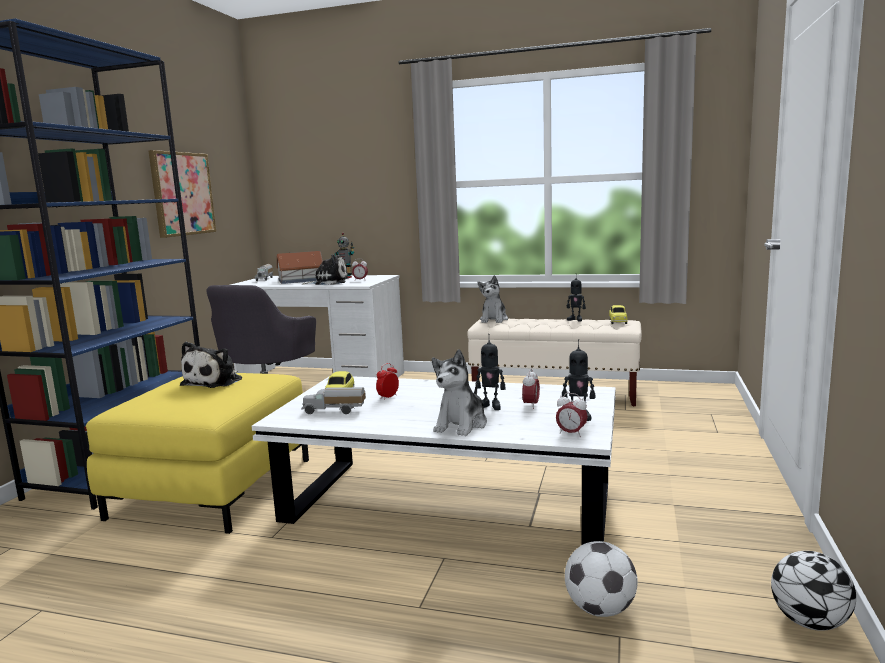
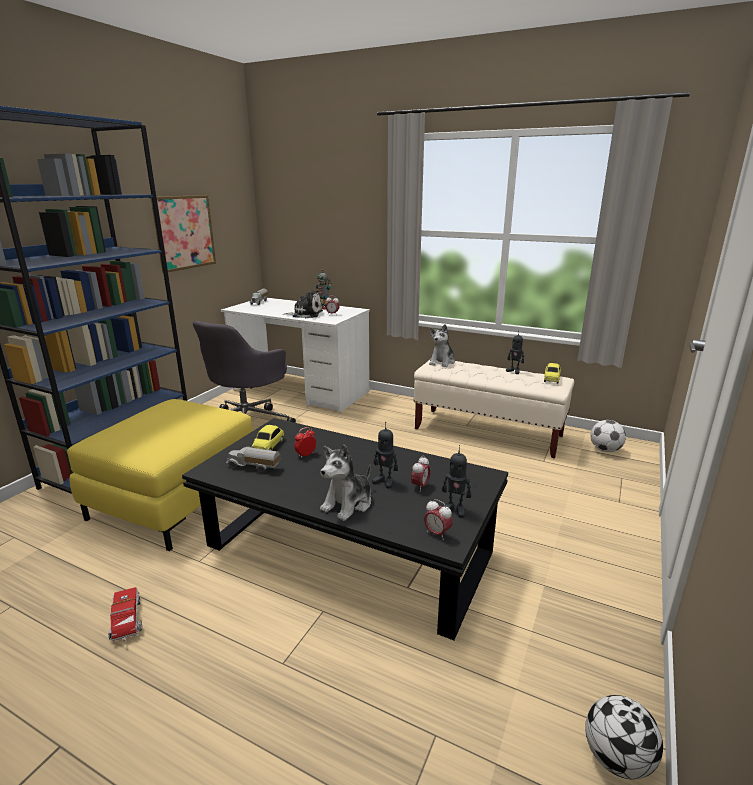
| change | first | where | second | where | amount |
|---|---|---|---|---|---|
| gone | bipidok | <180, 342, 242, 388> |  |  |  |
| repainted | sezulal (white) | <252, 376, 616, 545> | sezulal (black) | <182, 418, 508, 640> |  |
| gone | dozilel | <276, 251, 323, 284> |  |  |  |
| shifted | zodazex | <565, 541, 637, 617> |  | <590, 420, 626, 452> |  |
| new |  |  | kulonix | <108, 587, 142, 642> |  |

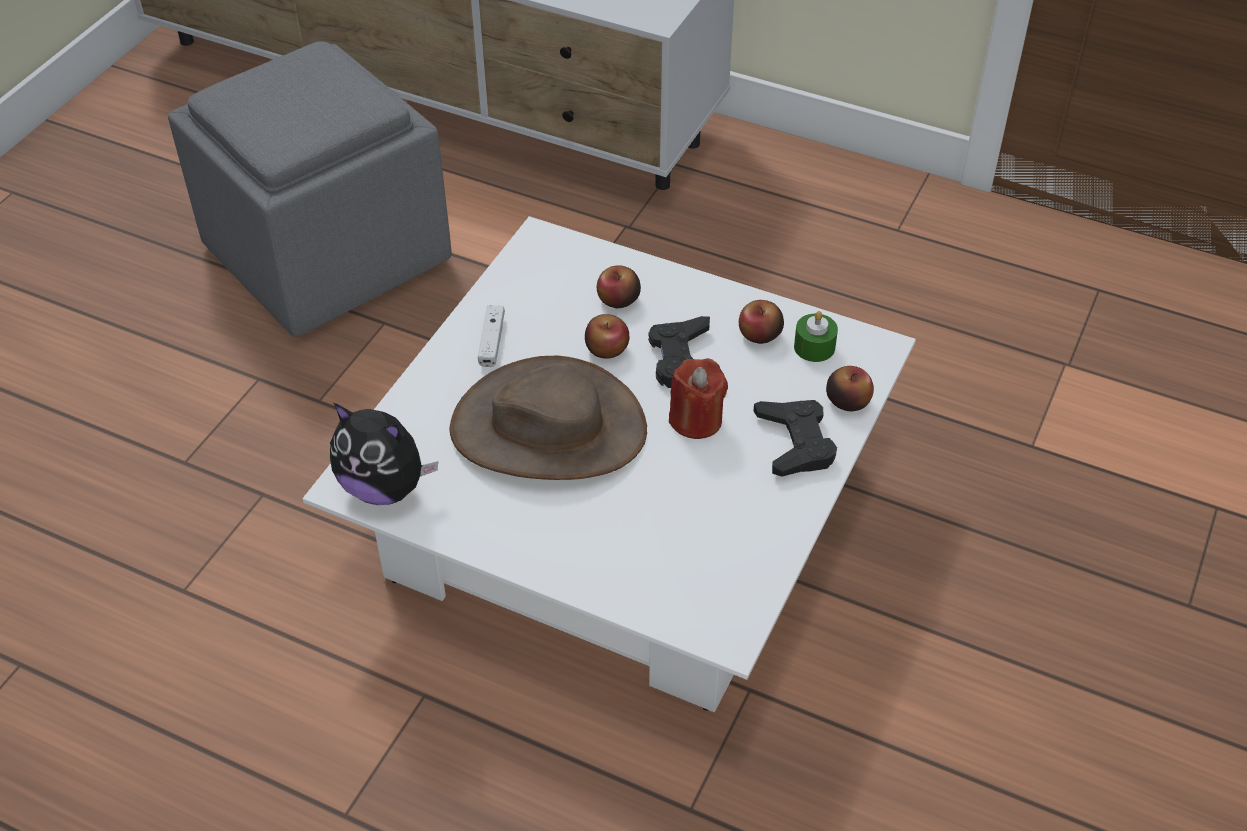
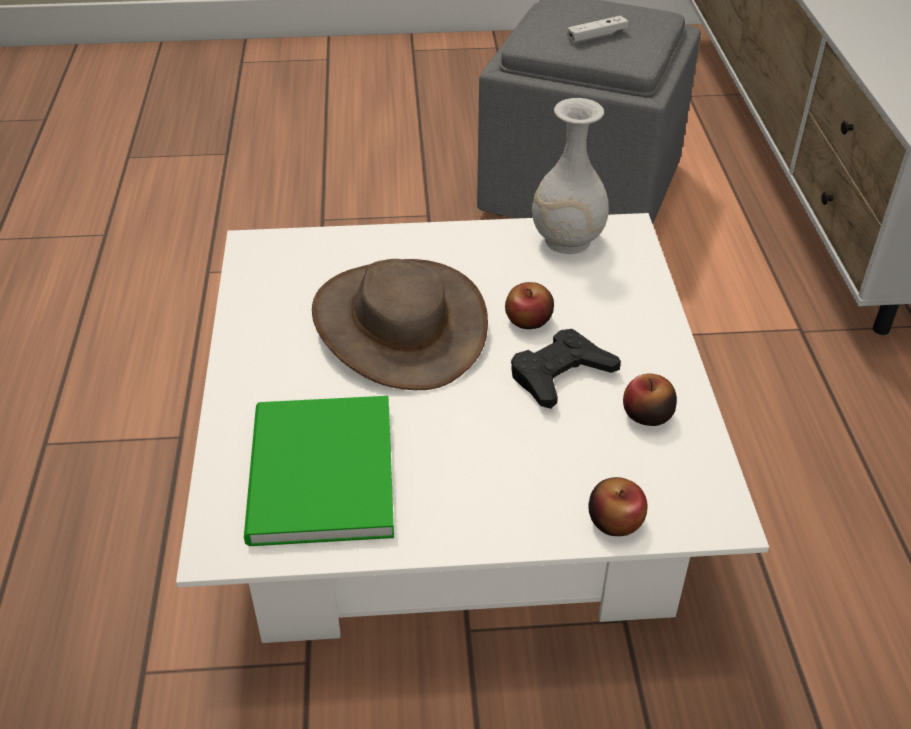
| change | first | where | second | where | amount |
|---|---|---|---|---|---|
| gone | bipidok | <330, 403, 438, 505> |  |  |  |
| shifted | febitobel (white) | <478, 305, 505, 367> |  | <567, 16, 628, 44> |  |
| gone | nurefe | <597, 265, 641, 308> |  |  |  |
| gone | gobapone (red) | <669, 358, 728, 439> |  |  |  |
| gone | febitobel (black) | <753, 400, 837, 477> |  |  |  |
| gone | gobapone (green) | <794, 311, 838, 362> |  |  |  |
| new |  |  | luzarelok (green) | <244, 396, 394, 546> |  |
| new |  |  | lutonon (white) | <532, 98, 609, 254> |  |

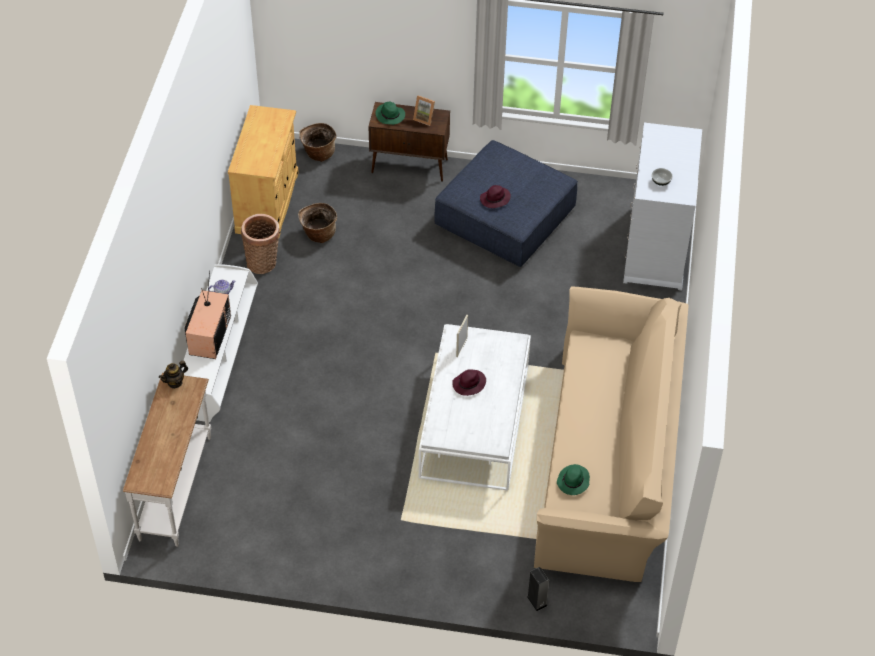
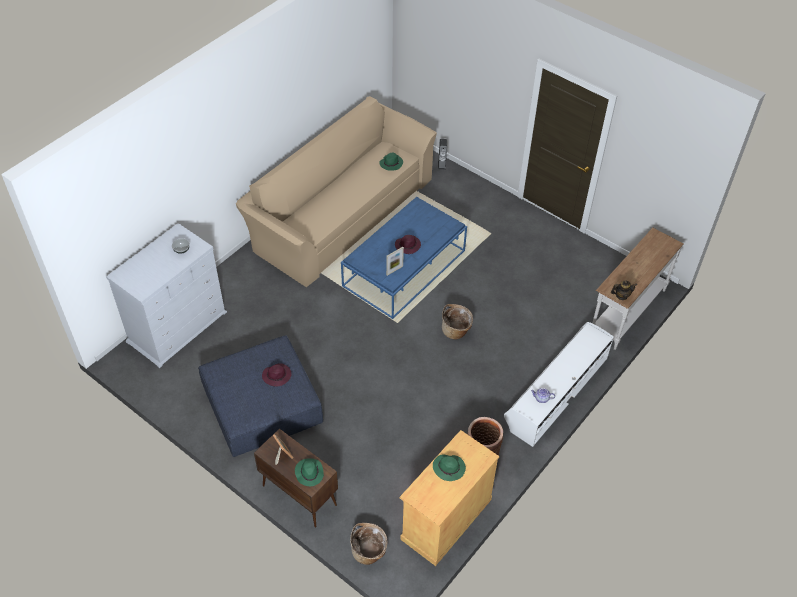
| change | first | where | second | where | amount |
|---|---|---|---|---|---|
| gone | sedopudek | <184, 270, 231, 359> |  |  |  |
| shifted | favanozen | <298, 203, 337, 243> |  | <442, 304, 473, 340> |  |
| repainted | sezulal (white) | <419, 324, 531, 491> | sezulal (blue) | <341, 197, 467, 319> |  |
| new |  |  | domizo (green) | <433, 454, 466, 481> |  |

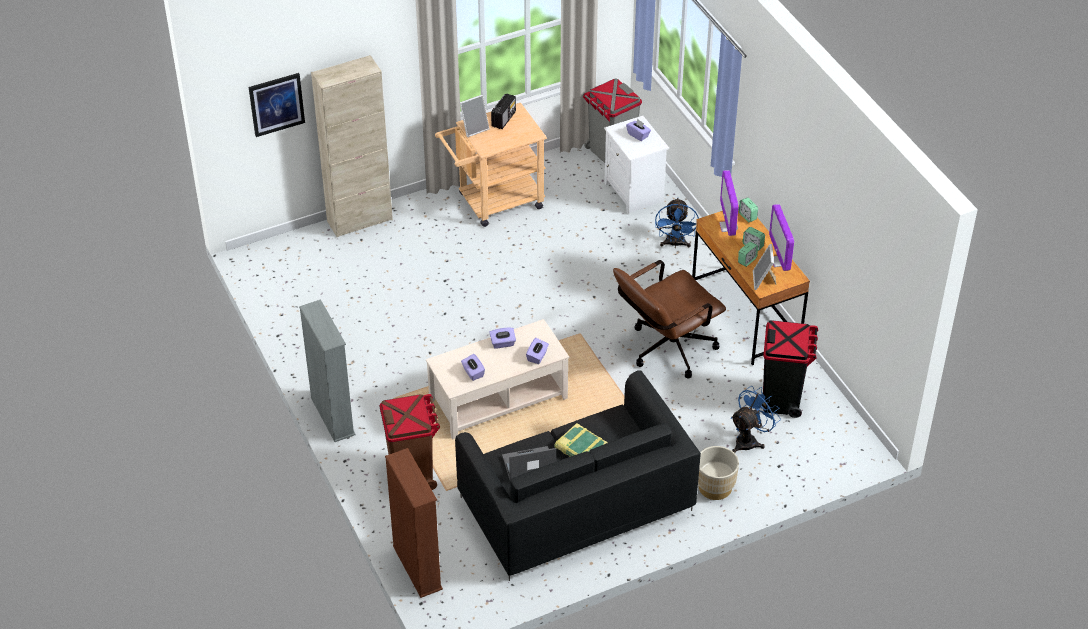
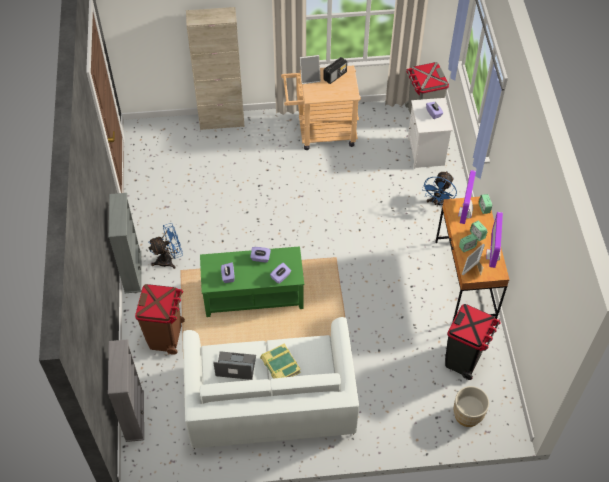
| change | first | where | second | where | amount |
|---|---|---|---|---|---|
| gone | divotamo | <249, 73, 305, 137> |  |  |  |
| repainted | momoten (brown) | <385, 448, 443, 598> | momoten (grey) | <108, 339, 144, 442> |  |
| repainted | sezulal (beige) | <426, 319, 569, 439> | sezulal (green) | <200, 246, 304, 317> |  |
| repainted | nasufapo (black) | <455, 370, 701, 581> | nasufapo (white) | <183, 317, 359, 449> |  |
| gone | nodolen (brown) | <613, 260, 726, 378> |  |  |  |
| shifted | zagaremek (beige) | <698, 446, 739, 500> |  | <453, 386, 489, 427> |  |
| shifted | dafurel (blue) | <731, 386, 781, 453> |  | <148, 223, 183, 269> |  |

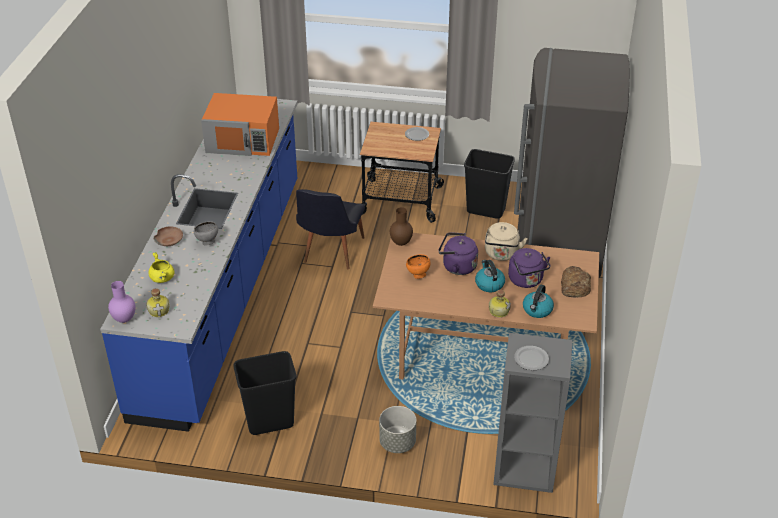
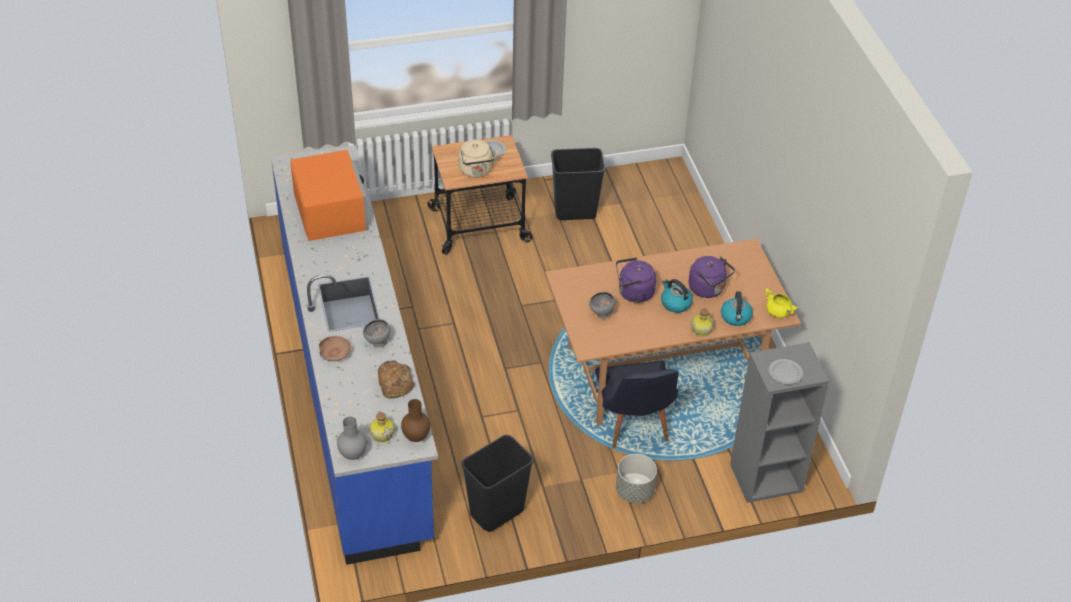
| change | first | where | second | where | amount |
|---|---|---|---|---|---|
| repainted | lutonon (purple) | <108, 281, 136, 323> | lutonon (grey) | <337, 417, 367, 460> |  |
| shifted | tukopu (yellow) | <148, 252, 175, 283> |  | <765, 288, 798, 318> |  |
| rotated | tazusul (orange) | <201, 93, 279, 156> |  | <290, 150, 369, 241> | 90 degrees counterclockwise |
| shifted | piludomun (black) | <296, 189, 365, 269> |  | <595, 360, 679, 449> |  |
| shifted | lutonon (brown) | <390, 207, 413, 246> |  | <401, 399, 430, 442> |  |
| repainted | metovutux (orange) | <406, 254, 430, 279> | metovutux (grey) | <589, 291, 615, 318> |  |
| shifted | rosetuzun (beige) | <485, 222, 528, 261> |  | <459, 140, 499, 178> |  |
| gone | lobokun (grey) | <514, 48, 630, 278> |  |  |  |
| shifted | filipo | <561, 266, 591, 297> |  | <378, 360, 414, 398> |  |

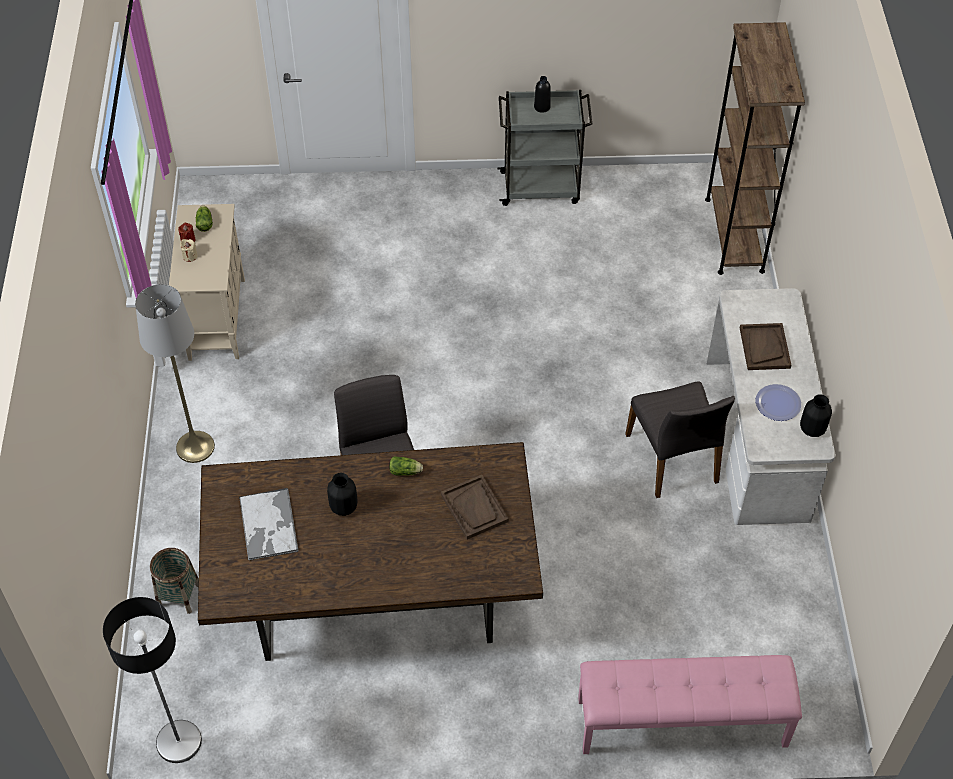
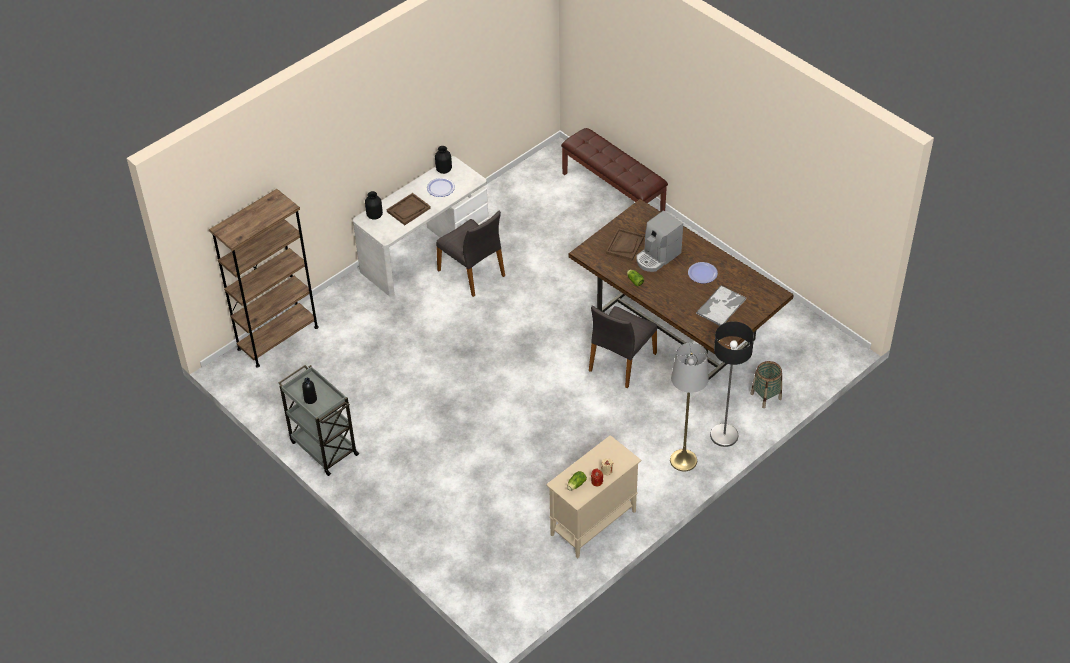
| change | first | where | second | where | amount |
|---|---|---|---|---|---|
| shifted | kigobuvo | <103, 597, 202, 763> |  | <710, 321, 754, 447> |  |
| shifted | lutonon (black) | <327, 473, 357, 516> |  | <365, 191, 383, 220> |  |
| repainted | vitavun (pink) | <578, 655, 802, 754> | vitavun (brown) | <561, 128, 668, 212> |  |
| rotated | piludomun (grey) | <625, 381, 735, 498> |  | <436, 210, 505, 297> | 105 degrees clockwise |
| new |  |  | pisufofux | <636, 211, 683, 272> |  |
| new |  |  | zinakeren | <688, 262, 718, 283> |  |

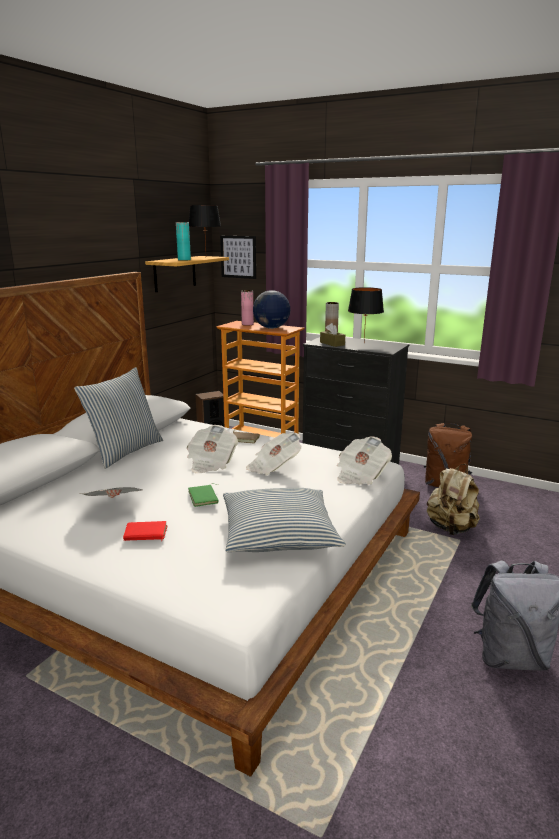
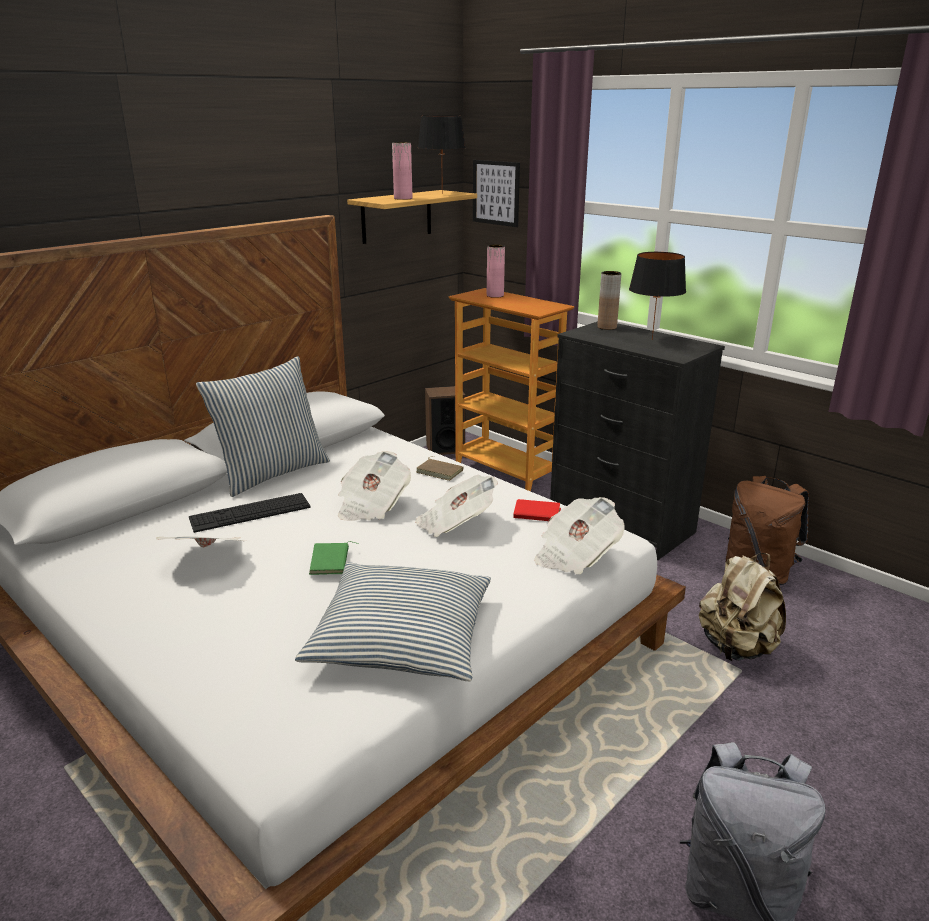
| change | first | where | second | where | amount |
|---|---|---|---|---|---|
| shifted | luzarelok (red) | <123, 521, 168, 541> |  | <513, 499, 561, 521> |  |
| repainted | lutonon (turquoise) | <176, 222, 191, 261> | lutonon (pink) | <392, 142, 412, 200> |  |
| gone | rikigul | <253, 290, 290, 329> |  |  |  |
| gone | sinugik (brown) | <320, 323, 345, 347> |  |  |  |
| new |  |  | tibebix | <189, 493, 311, 533> |  |

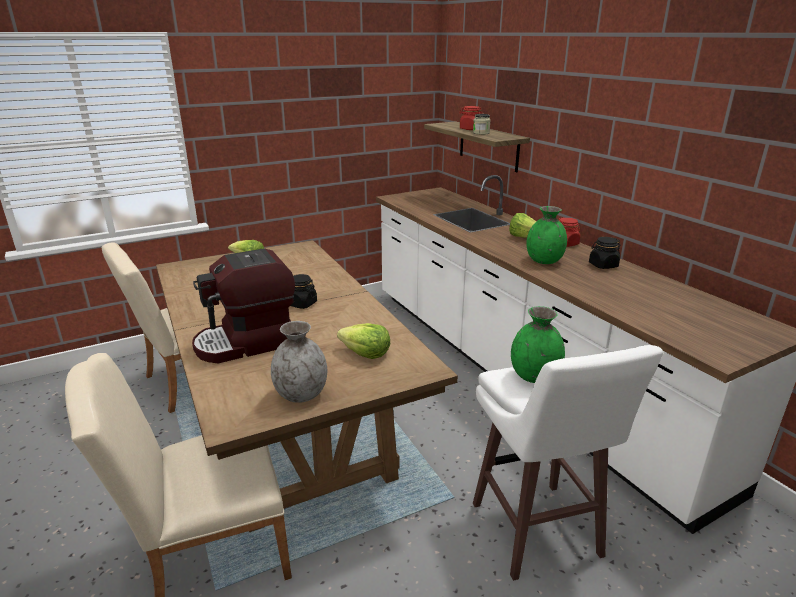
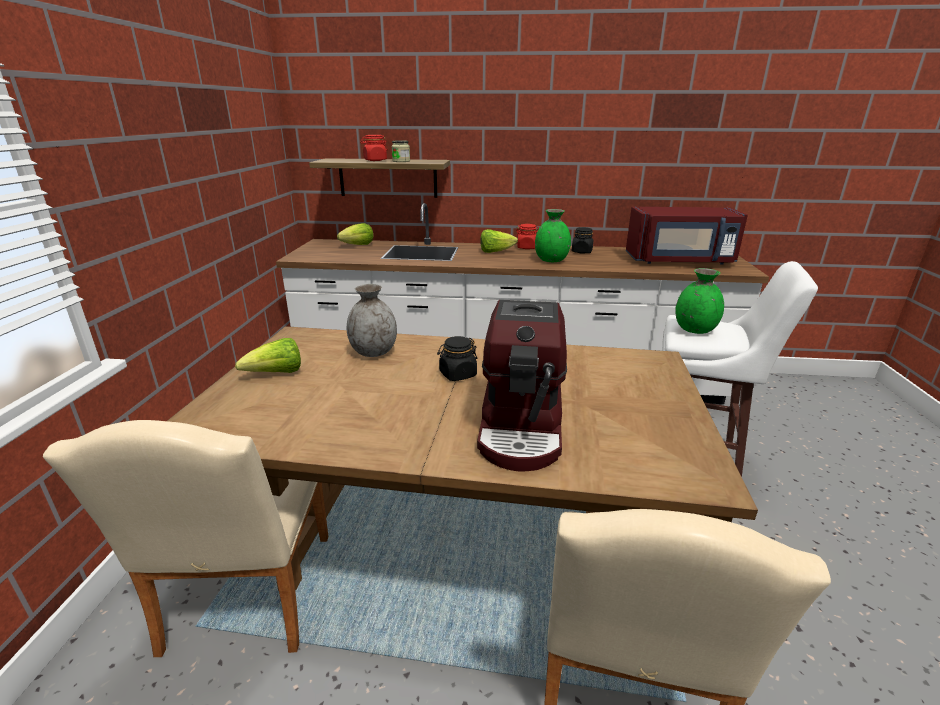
| change | first | where | second | where | amount |
|---|---|---|---|---|---|
| shifted | lutonon (grey) | <271, 321, 327, 403> |  | <347, 284, 397, 357> |  |
| shifted | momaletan | <337, 323, 390, 359> |  | <337, 223, 373, 245> |  |
| new |  |  | tazusul (red) | <626, 207, 748, 265> |  |

